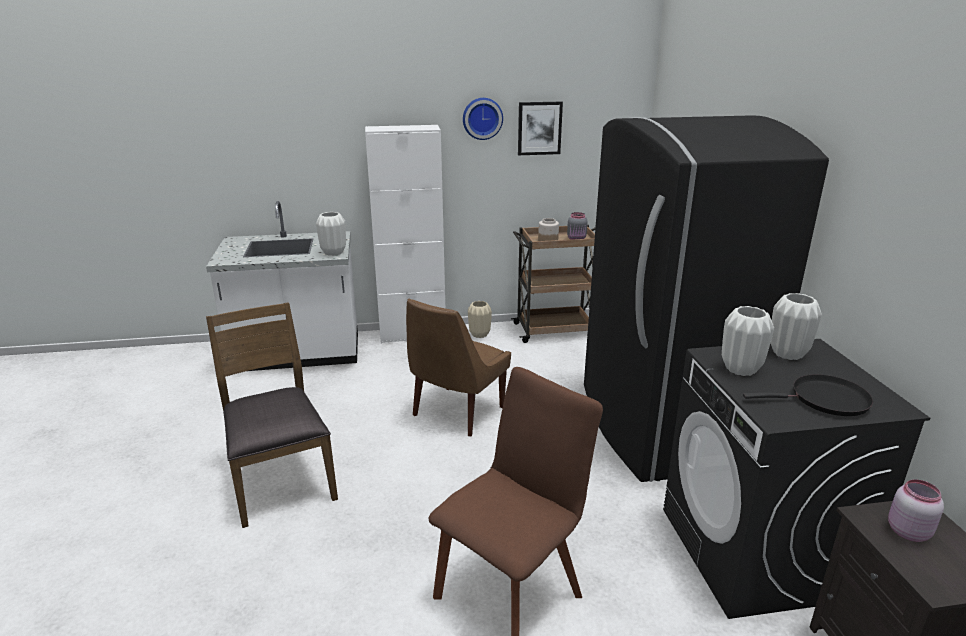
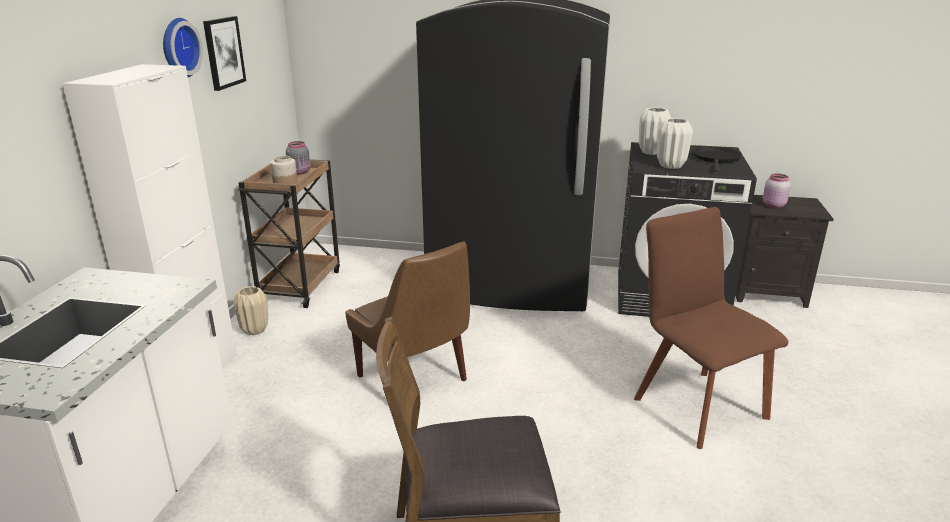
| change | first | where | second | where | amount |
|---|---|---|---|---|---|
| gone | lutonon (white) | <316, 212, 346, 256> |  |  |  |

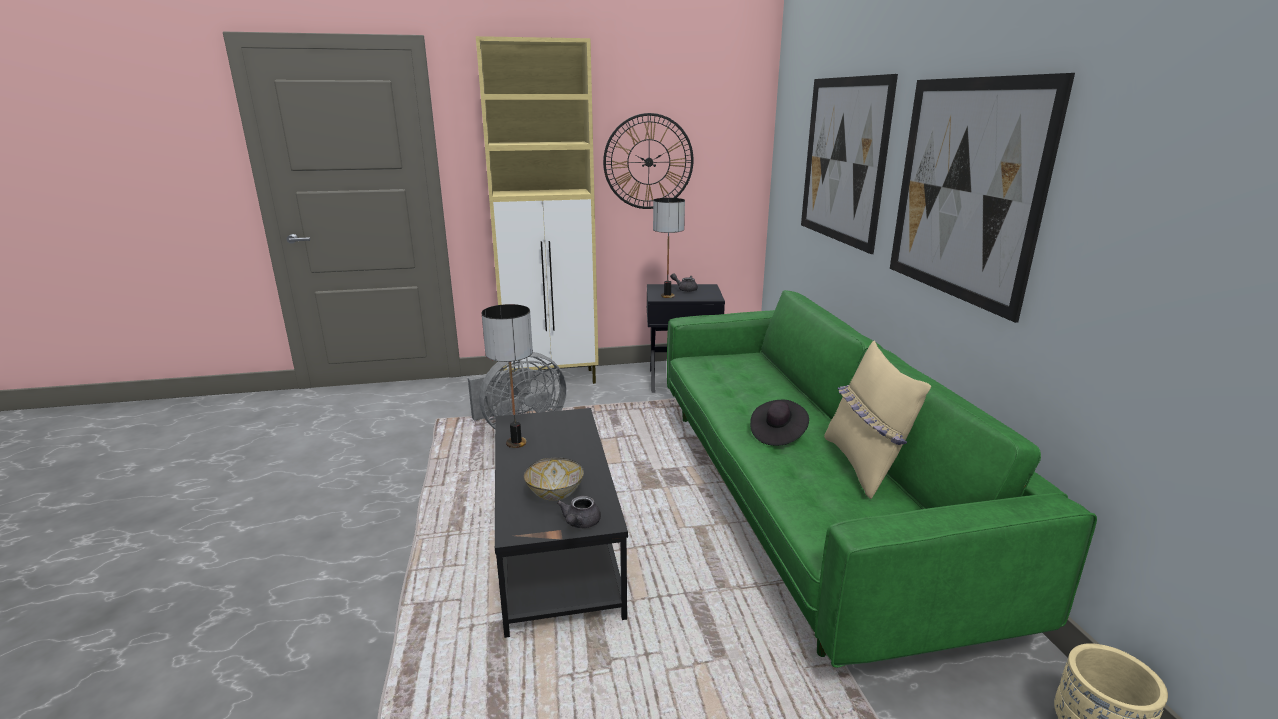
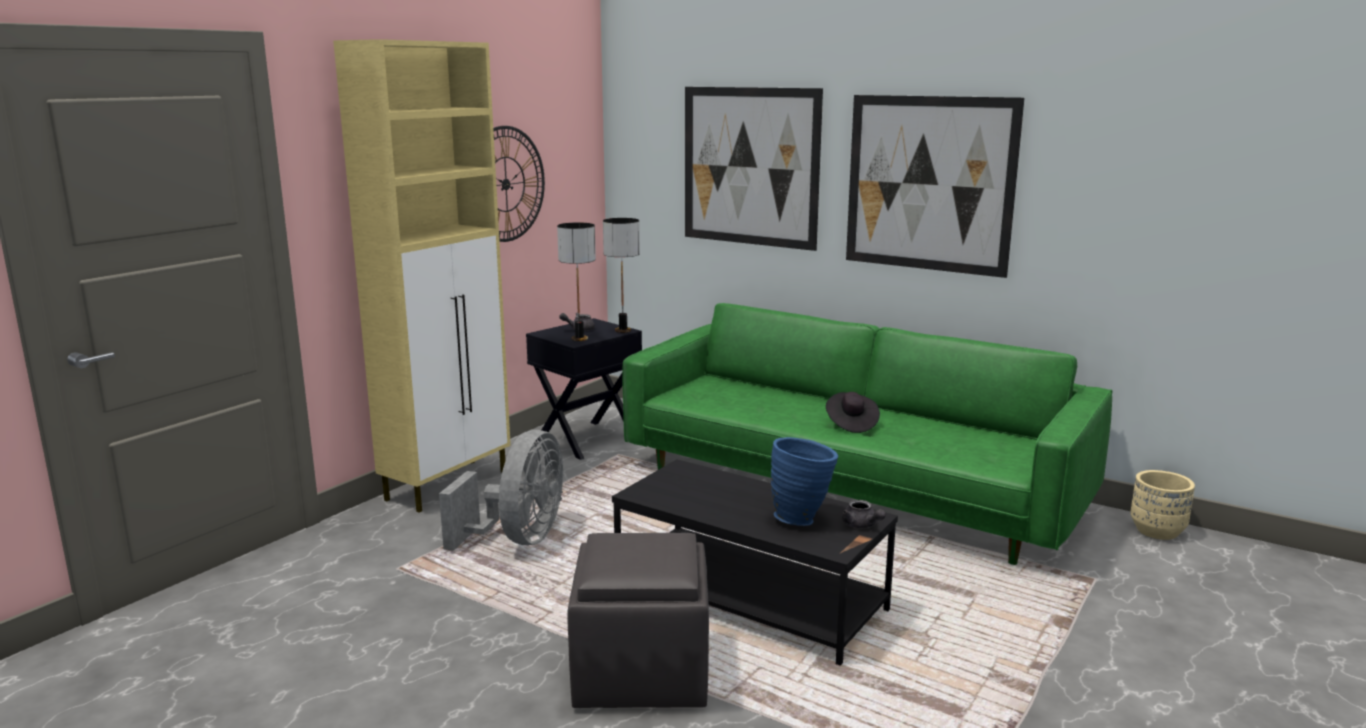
| change | first | where | second | where | amount |
|---|---|---|---|---|---|
| shifted | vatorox | <482, 304, 533, 448> |  | <603, 218, 640, 333> |  |
| swapped | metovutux | <524, 457, 584, 501> | lutonon (blue) | <771, 437, 838, 526> |  |
| gone | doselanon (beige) | <824, 341, 931, 499> |  |  |  |
| new |  |  | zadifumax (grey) | <568, 533, 709, 708> |  |

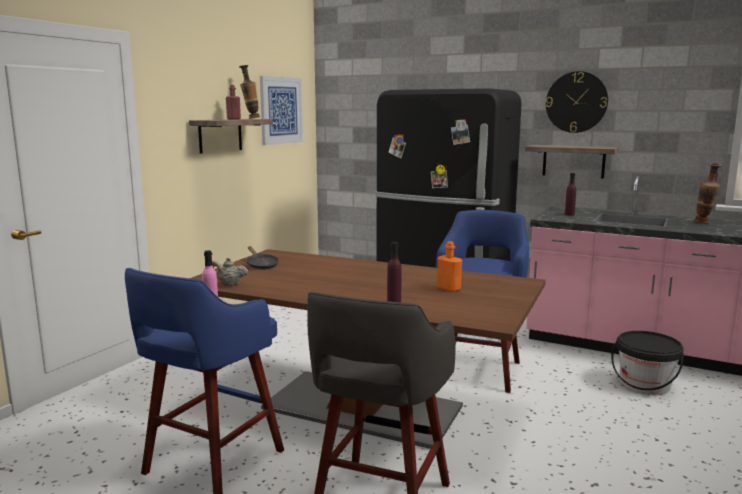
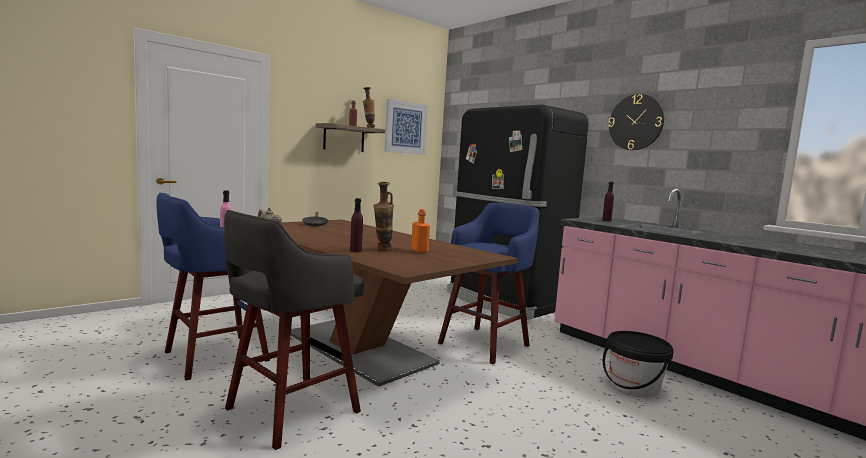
| change | first | where | second | where | amount |
|---|---|---|---|---|---|
| gone | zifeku | <525, 145, 619, 178> |  |  |  |
| shifted | lutonon | <694, 163, 722, 224> |  | <374, 182, 394, 251> |  |

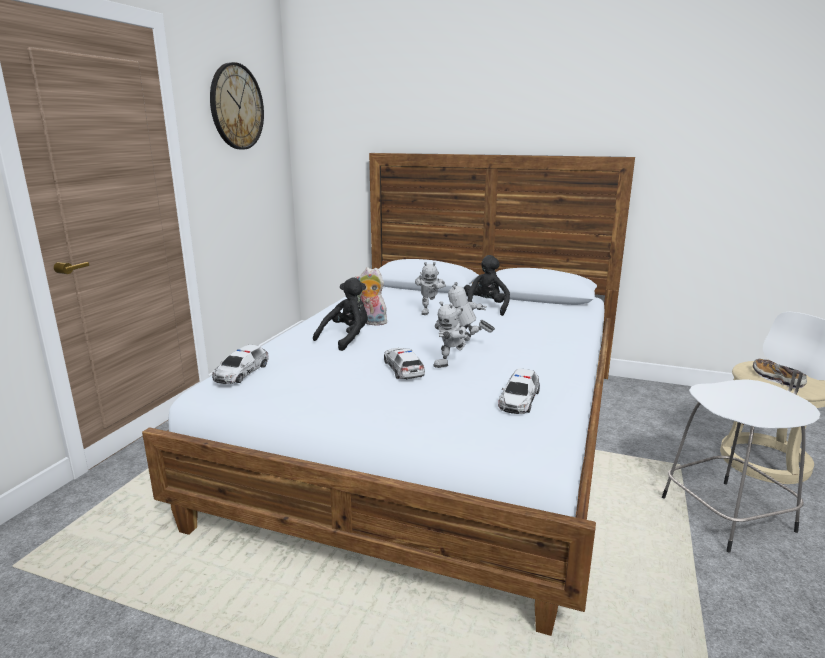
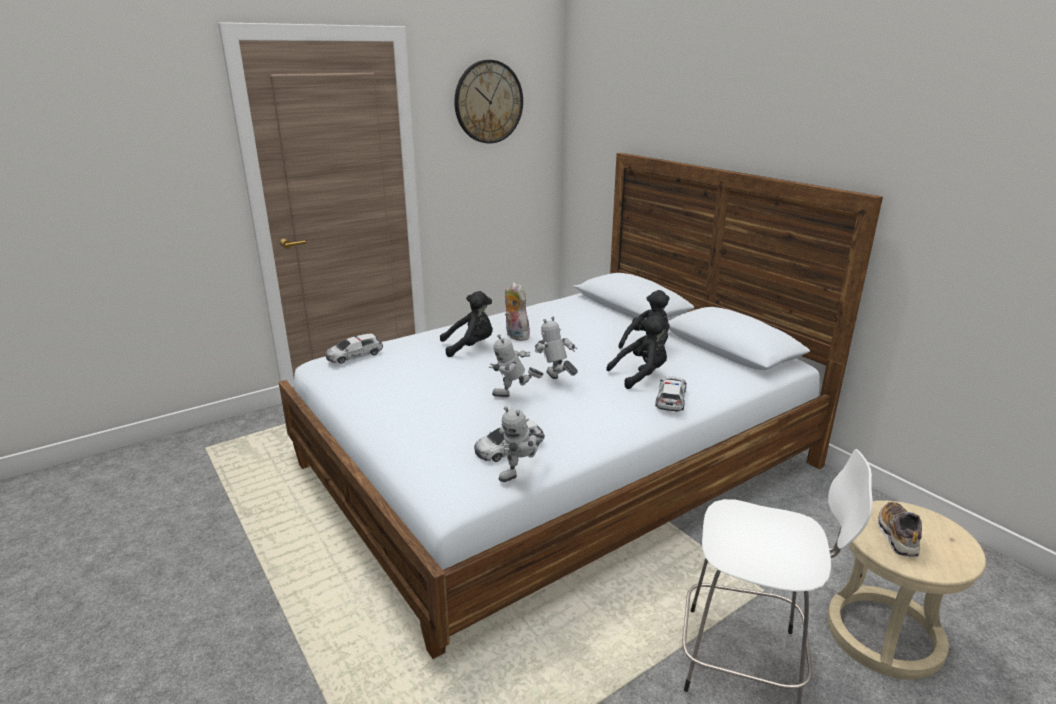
| change | first | where | second | where | amount |
|---|---|---|---|---|---|
| shifted | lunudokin | <384, 348, 425, 380> |  | <655, 376, 687, 412> |  |
| shifted | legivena | <415, 262, 446, 315> |  | <498, 406, 544, 482> |  |
| new |  |  | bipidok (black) | <606, 315, 670, 389> |  |

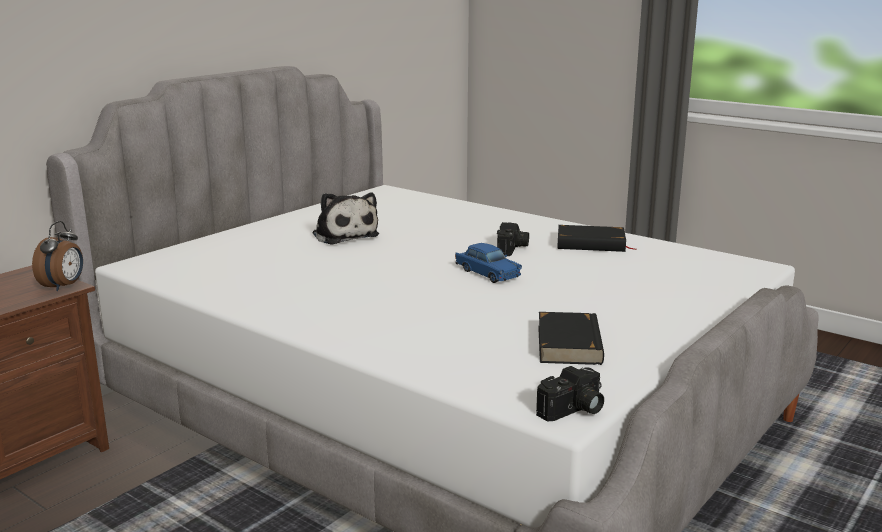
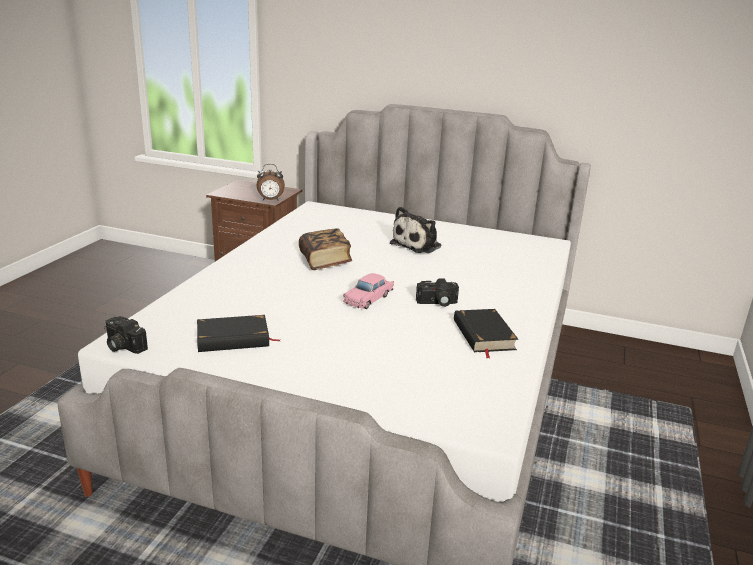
| change | first | where | second | where | amount |
|---|---|---|---|---|---|
| repainted | lunudokin (blue) | <455, 243, 522, 283> | lunudokin (pink) | <343, 273, 394, 309> |  |
| new |  |  | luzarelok | <299, 229, 352, 270> |  |

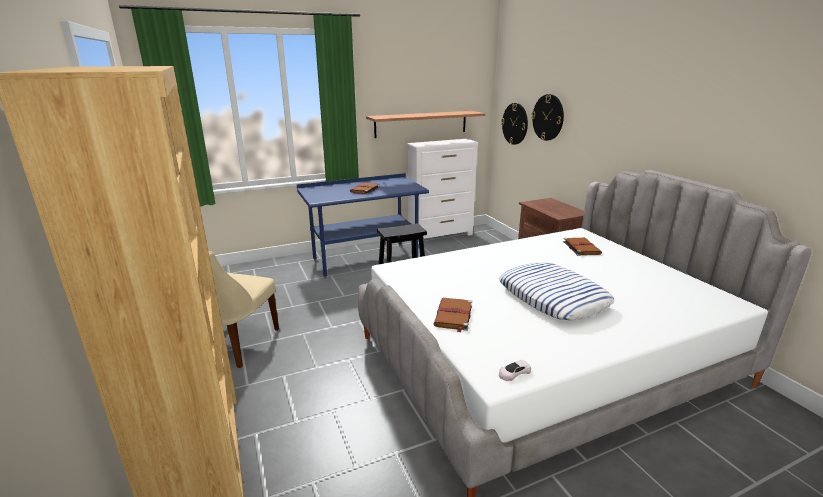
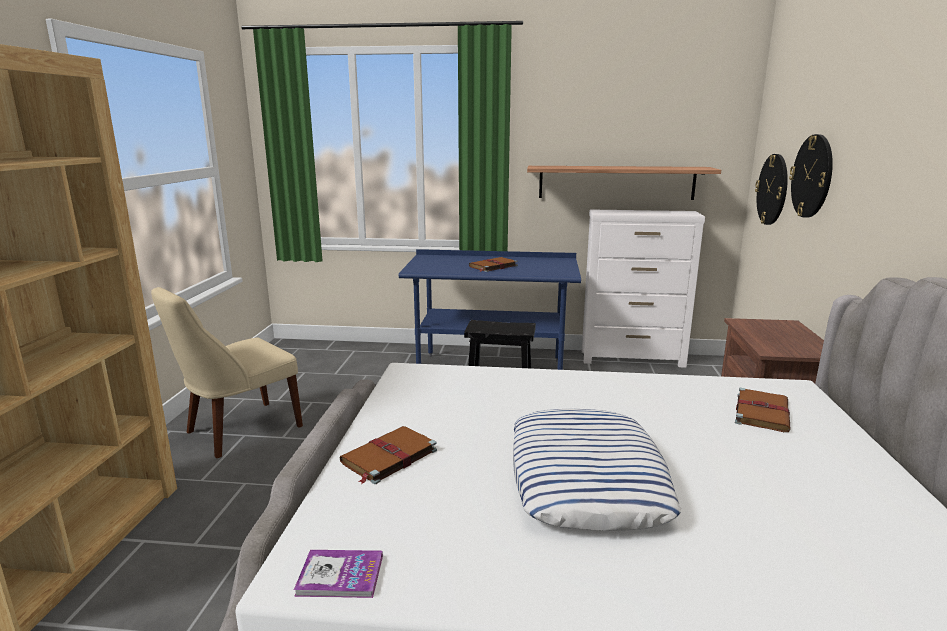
| change | first | where | second | where | amount |
|---|---|---|---|---|---|
| swapped | lunudokin (white) | <499, 360, 531, 381> | luzarelok | <294, 550, 383, 598> |  |

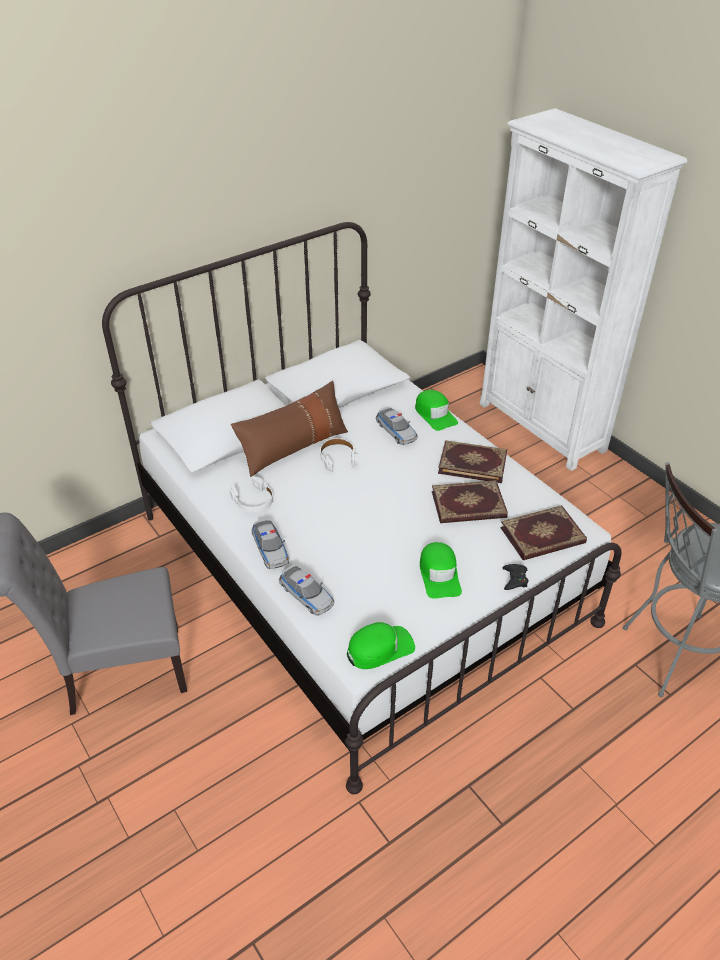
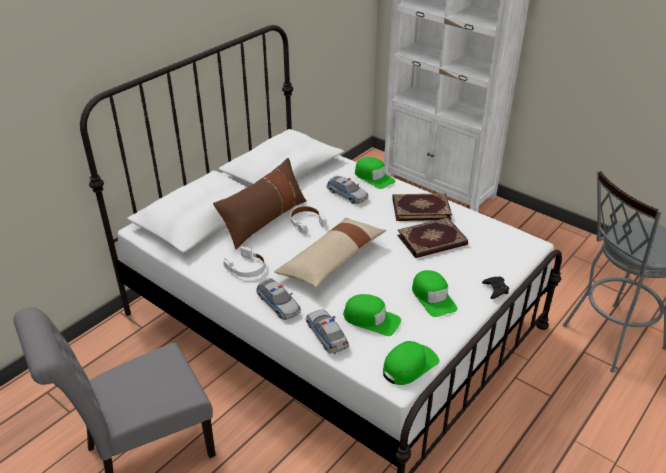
| change | first | where | second | where | amount |
|---|---|---|---|---|---|
| rotated | lunudokin | <279, 565, 334, 616> |  | <306, 309, 349, 354> | 150 degrees counterclockwise |
| gone | luzarelok | <500, 505, 587, 560> |  |  |  |
| new |  |  | doselanon (beige) | <274, 218, 386, 288> |  |
| new |  |  | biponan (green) | <343, 294, 401, 336> |  |

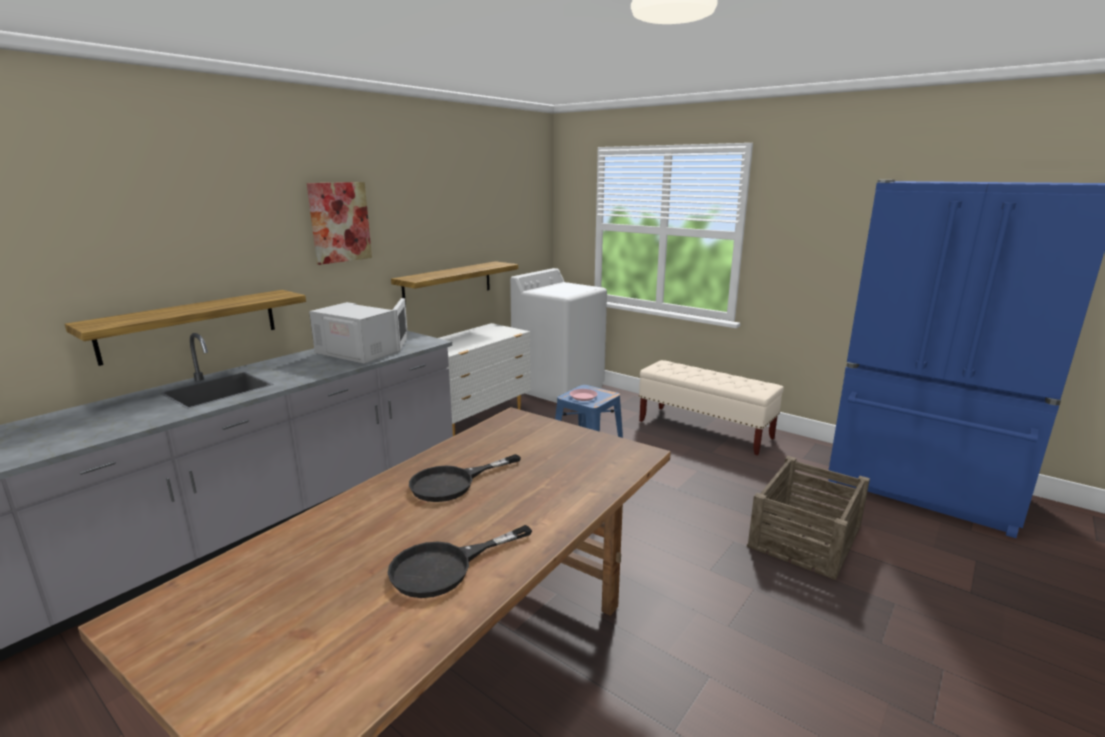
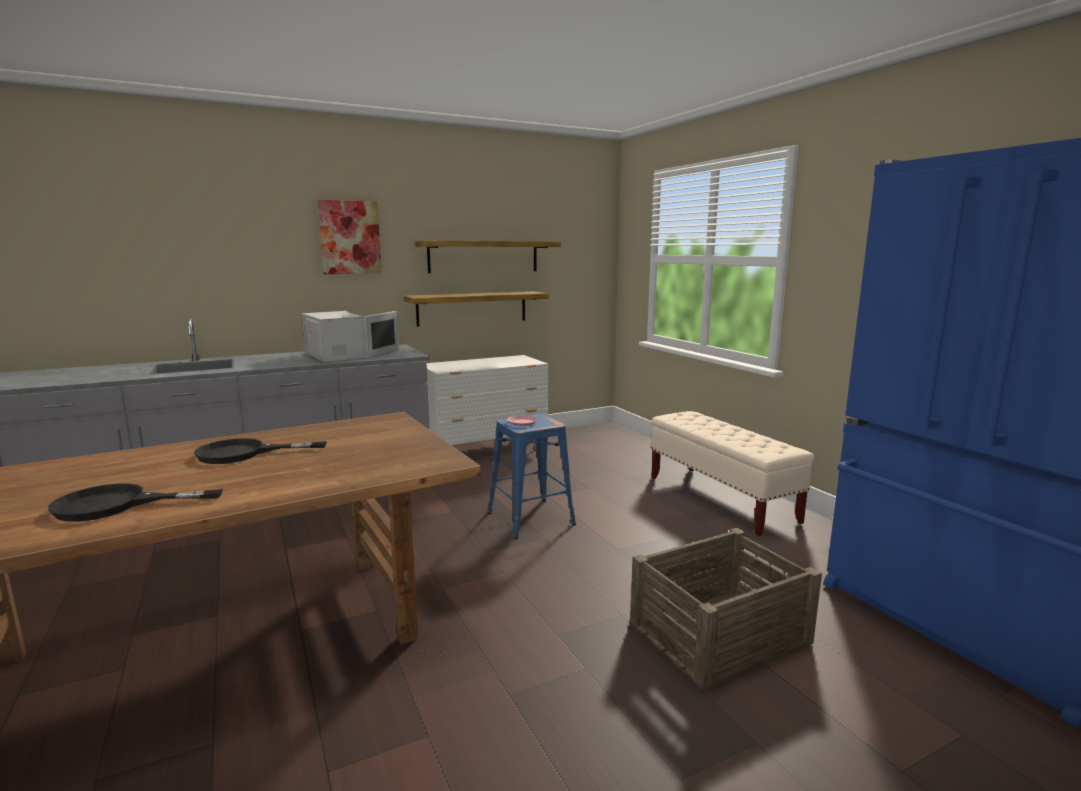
| change | first | where | second | where | amount |
|---|---|---|---|---|---|
| shifted | zifeku | <65, 290, 306, 366> |  | <415, 241, 561, 273> |  |
| gone | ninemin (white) | <510, 268, 607, 403> |  |  |  |

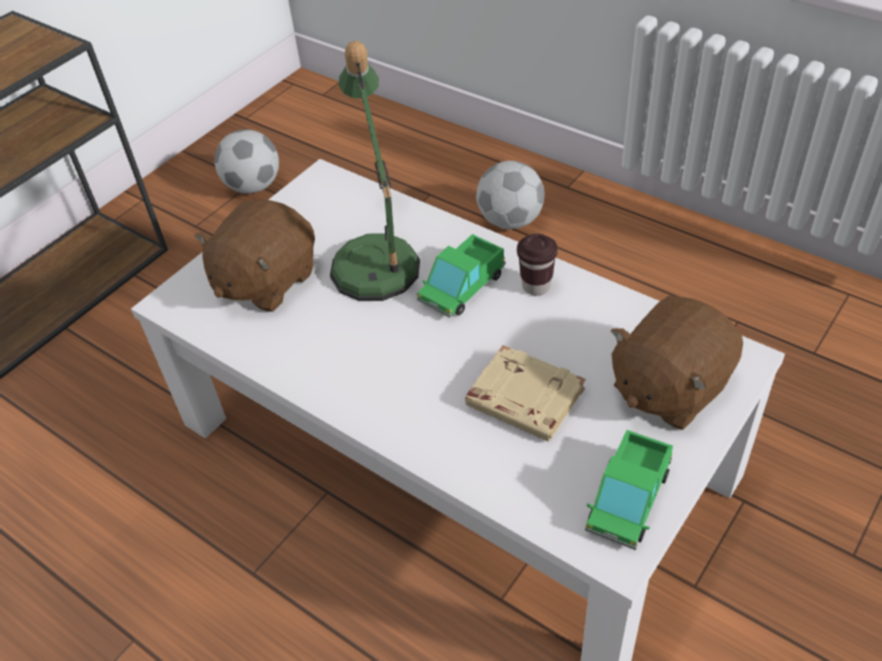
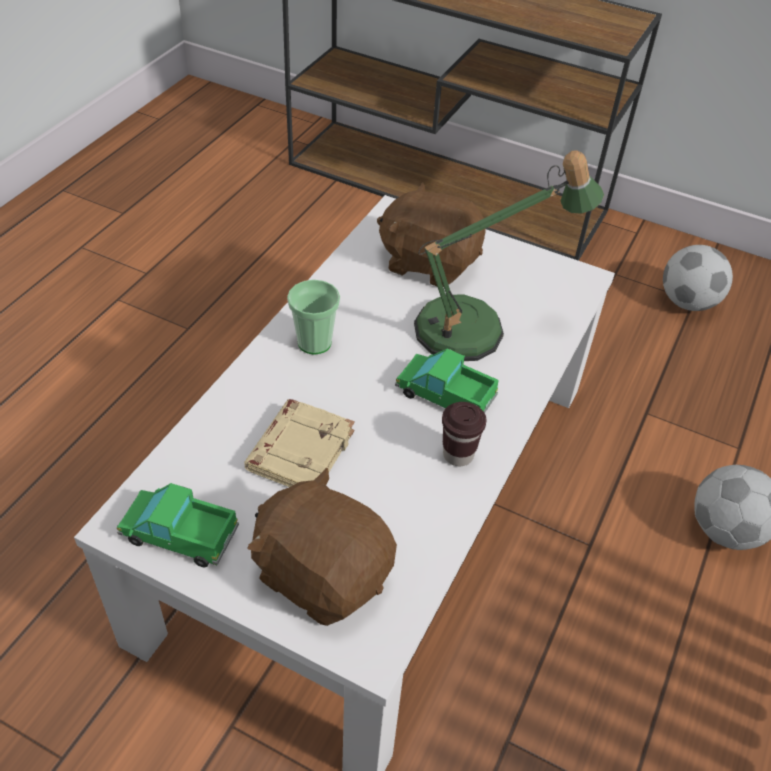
| change | first | where | second | where | amount |
|---|---|---|---|---|---|
| new |  |  | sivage | <287, 280, 340, 355> |  |

